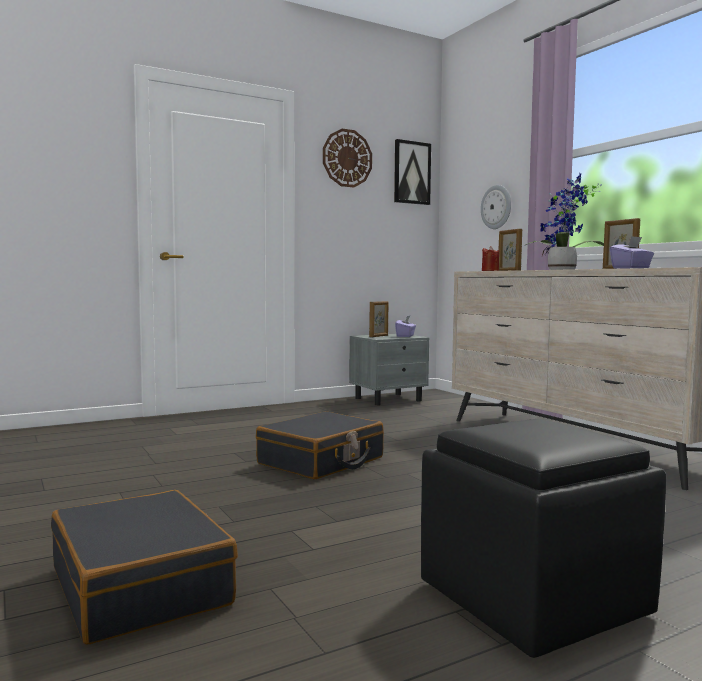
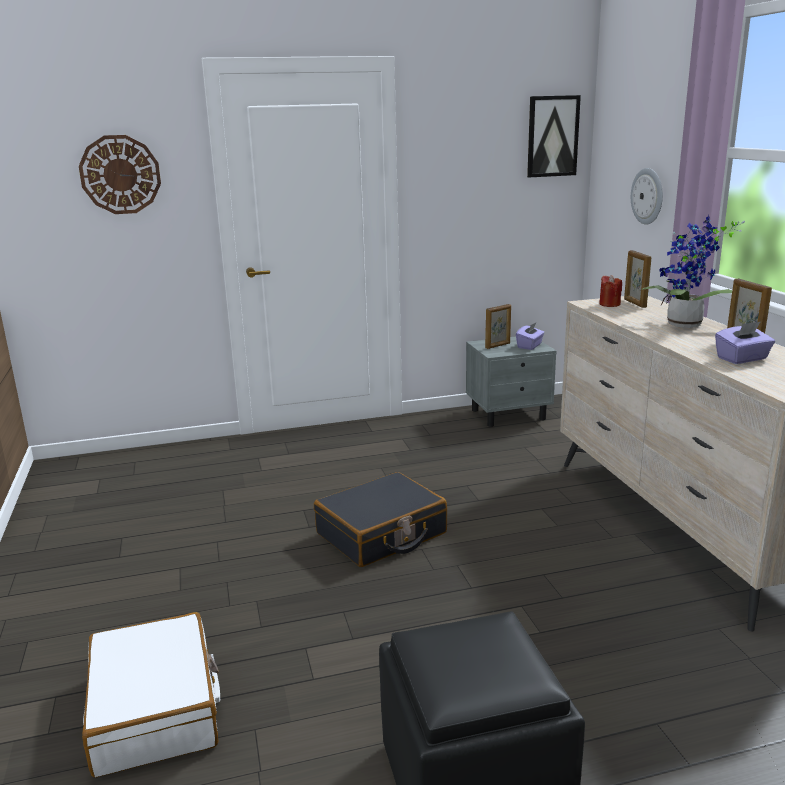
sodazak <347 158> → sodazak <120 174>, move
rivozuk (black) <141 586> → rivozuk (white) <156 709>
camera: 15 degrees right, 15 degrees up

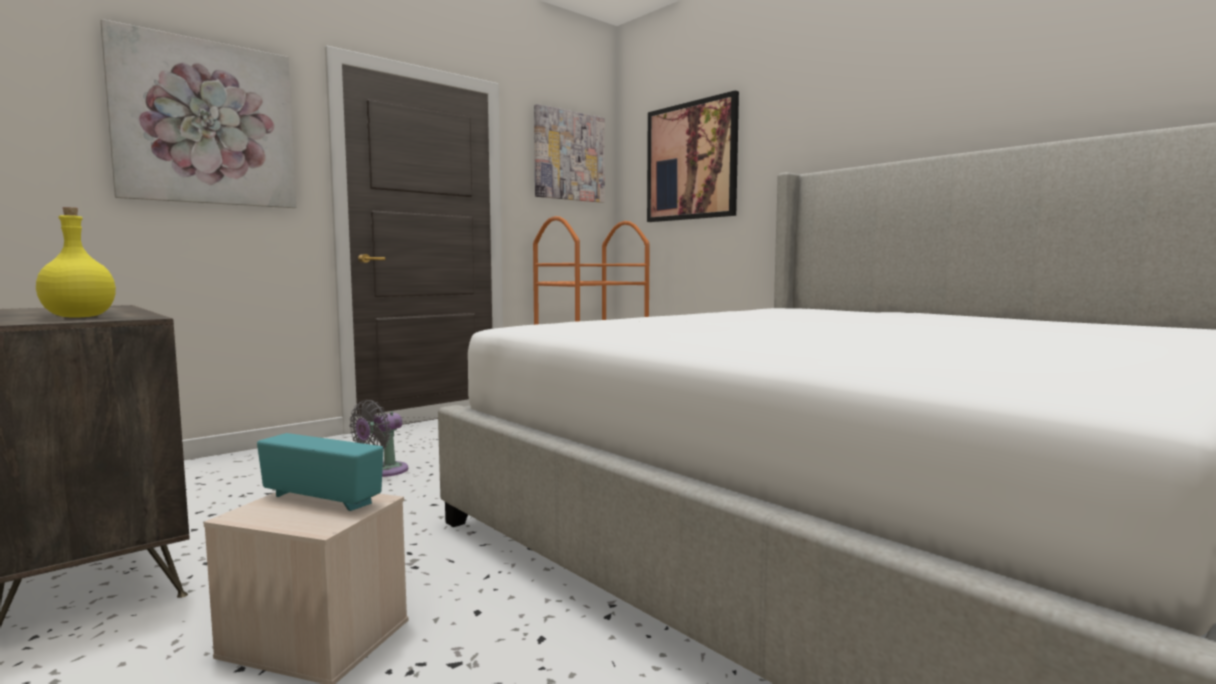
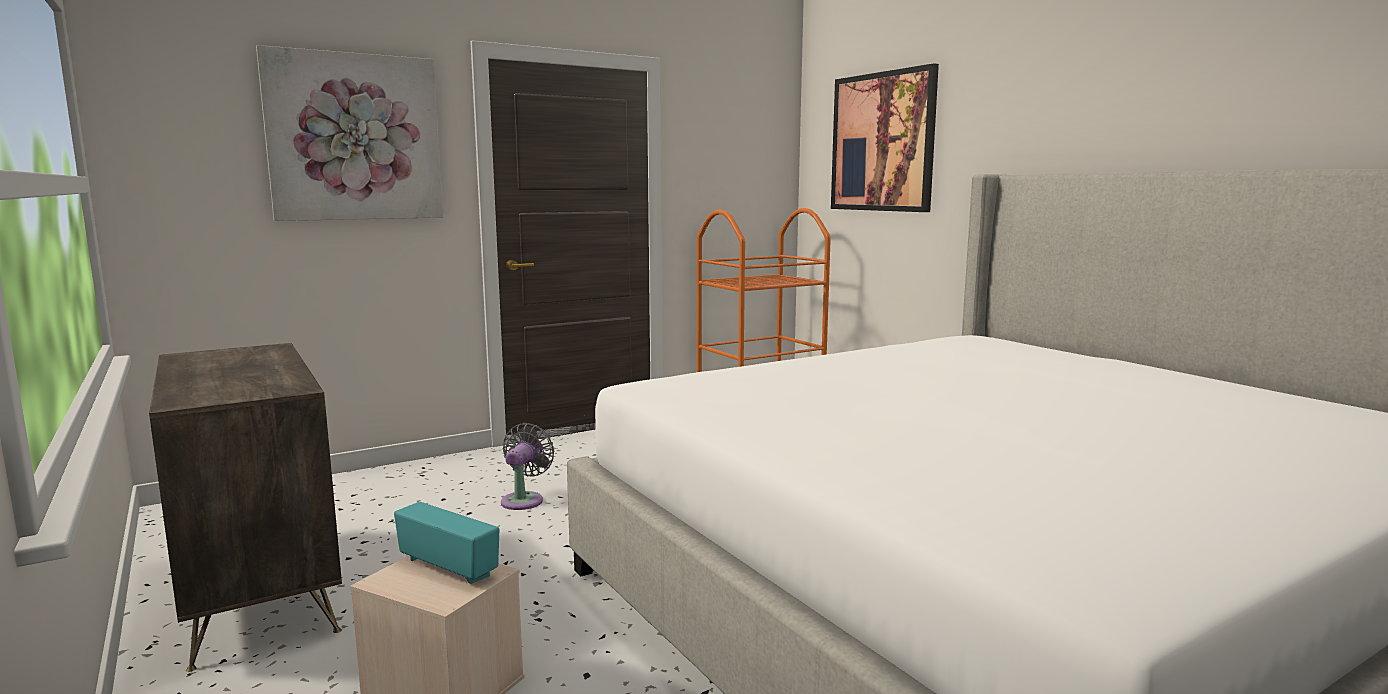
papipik <569 156> → -
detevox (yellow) <81 317> → -
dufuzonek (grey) <382 471> → dufuzonek (grey) <524 500>, 150 degrees clockwise
camera: 10 degrees right, 5 degrees up

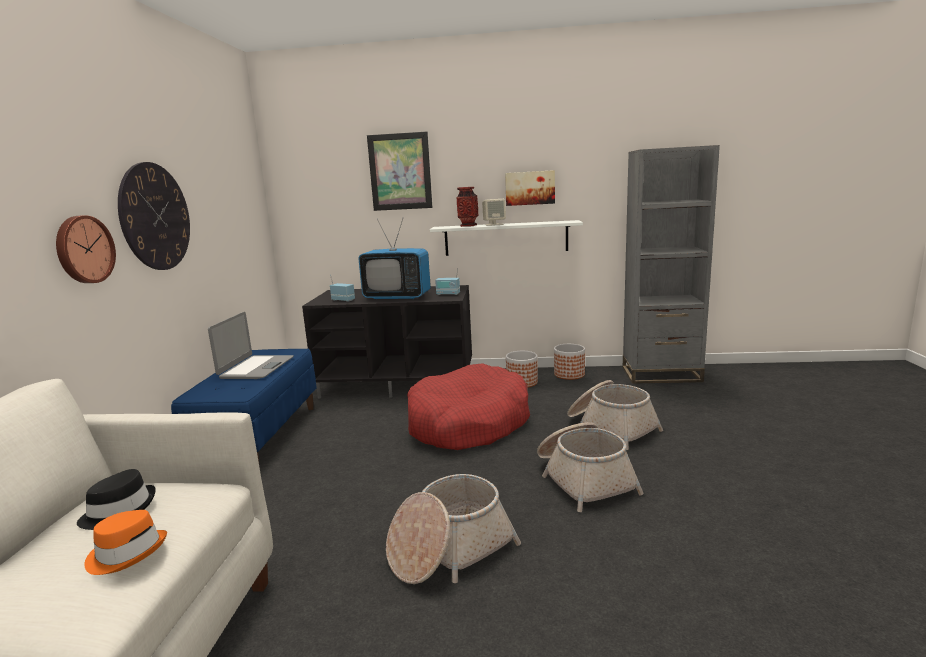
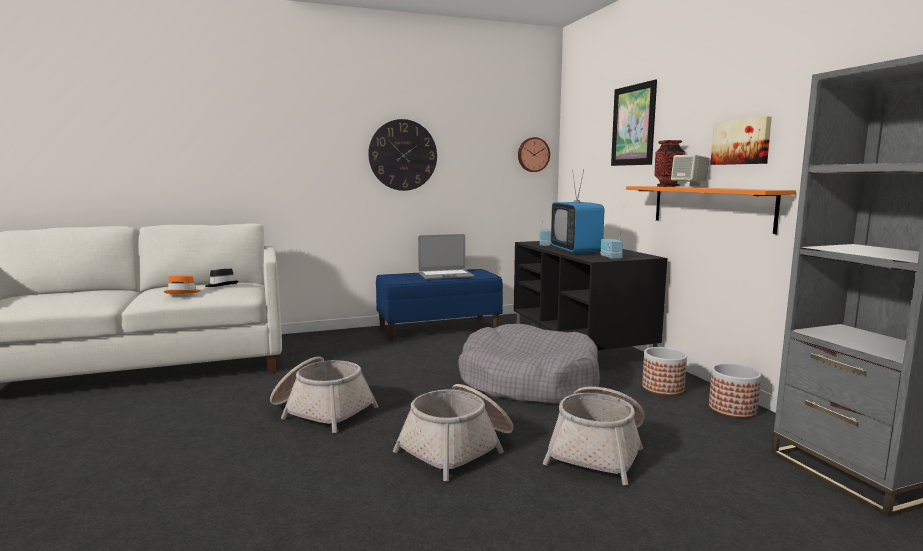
sodazak <83 249> → sodazak <533 154>, move
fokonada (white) <506 238> → fokonada (orange) <710 207>
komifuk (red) <468 423> → komifuk (grey) <528 382>
camera: 65 degrees right, 5 degrees down

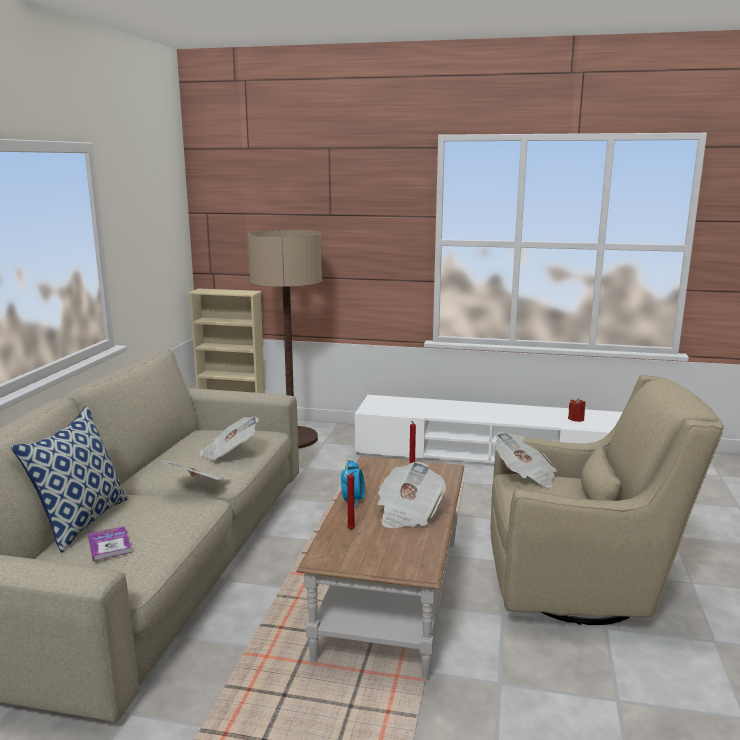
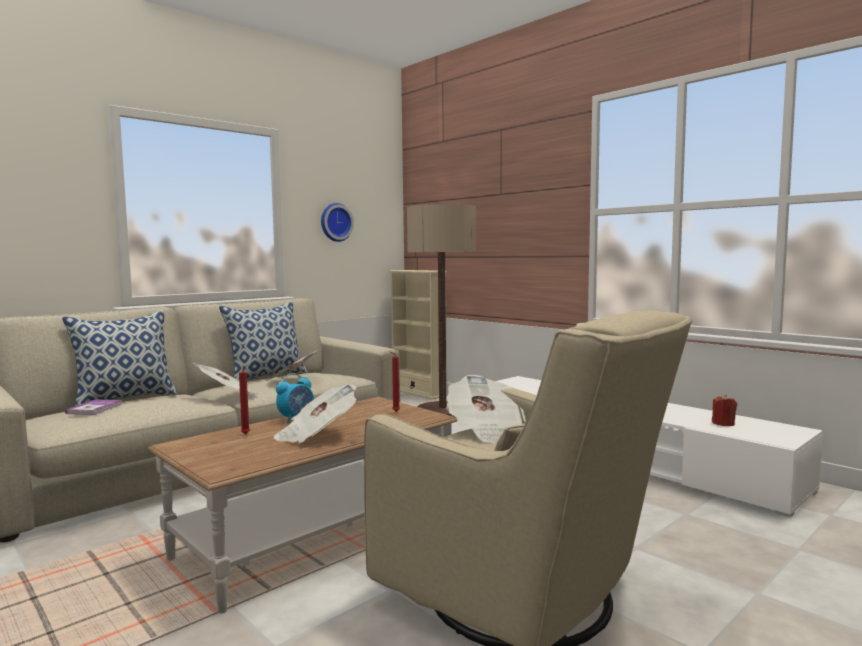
- → sodazak <335 222>
- → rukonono <267 377>
camera: 35 degrees right, 10 degrees down

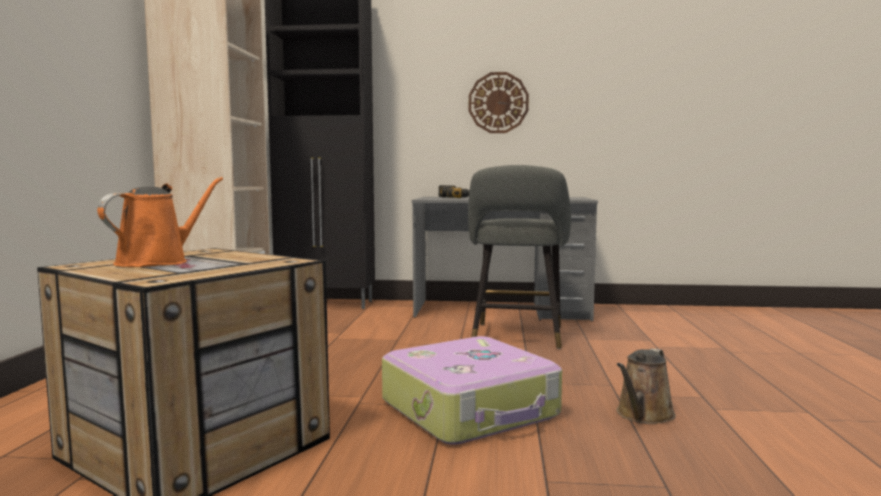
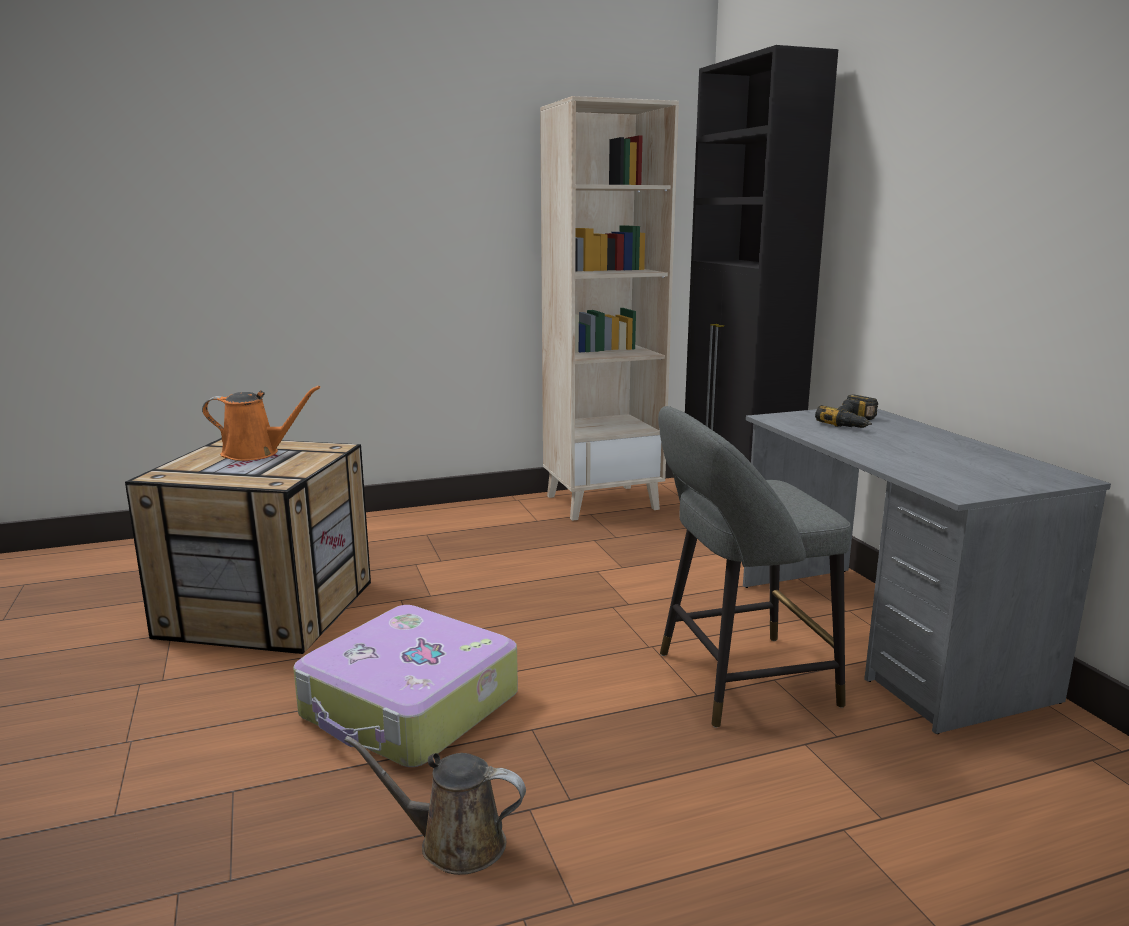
sodazak <498 103> → -
camera: 65 degrees right, 10 degrees up

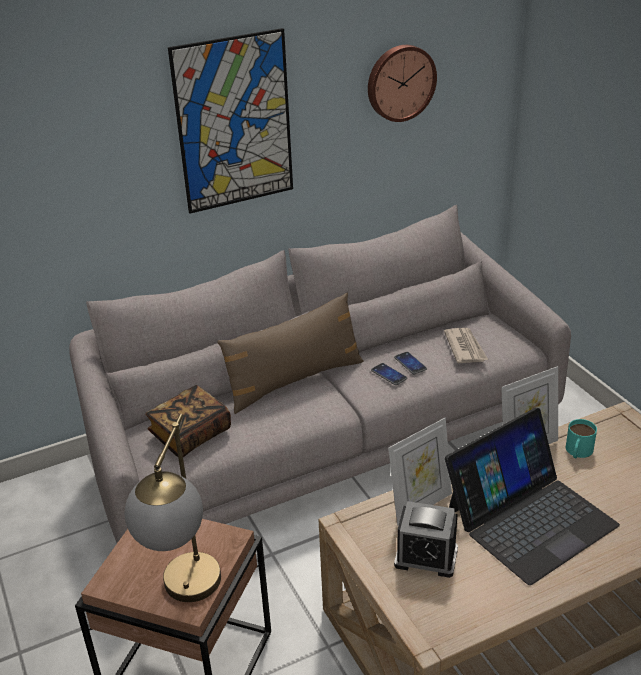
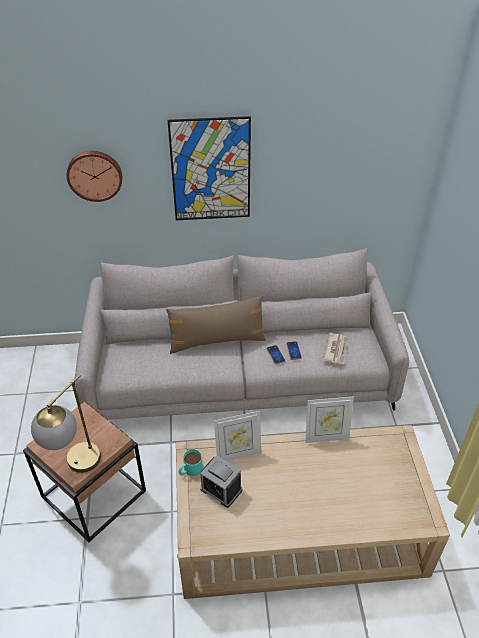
sodazak <400 82> → sodazak <95 175>, move
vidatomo <190 434> → -
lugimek <529 518> → -
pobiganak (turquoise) <577 452> → pobiganak (turquoise) <190 470>, move
camera: 20 degrees right, 10 degrees up

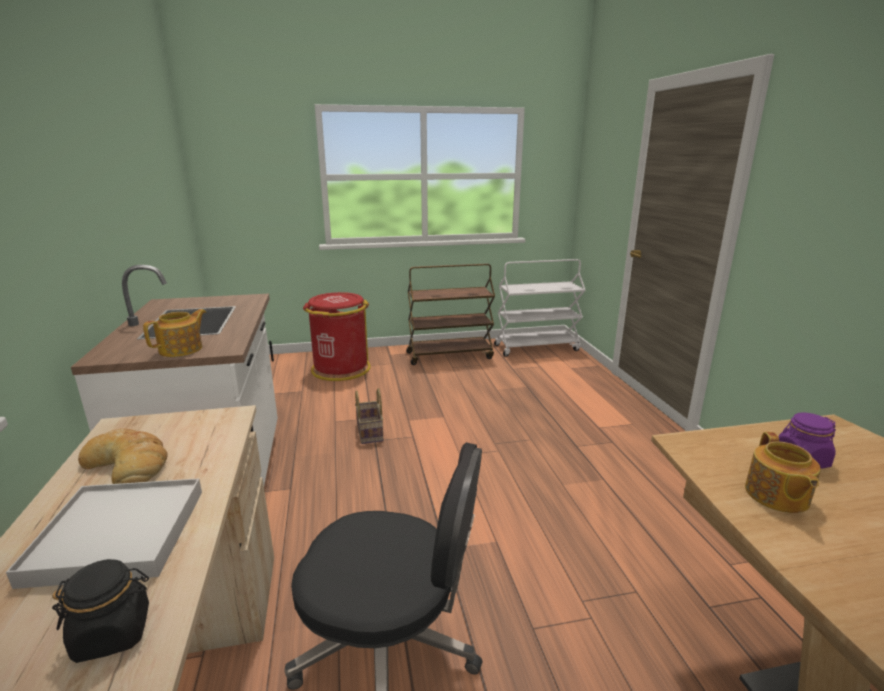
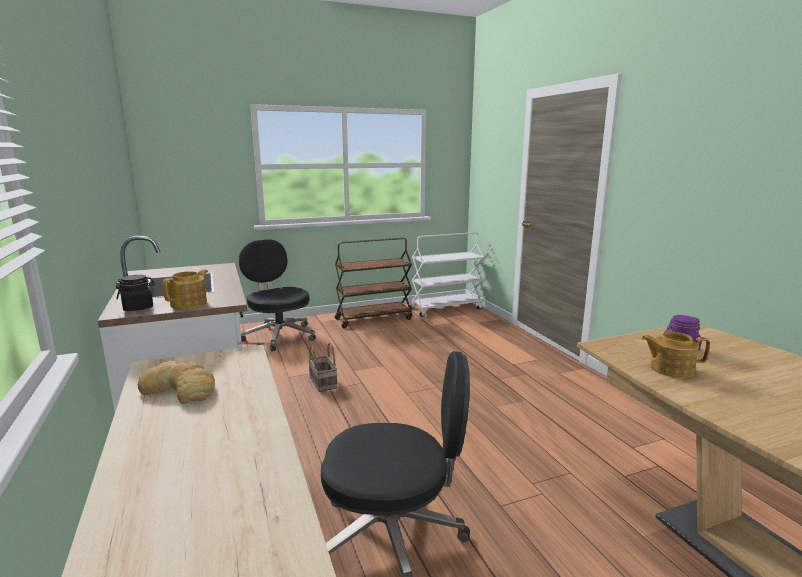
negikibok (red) <340 369> → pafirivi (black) <279 335>
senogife <776 496> → senogife <670 369>, 105 degrees clockwise
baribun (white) <118 534> → -
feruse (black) <113 633> → feruse (black) <138 307>, move
camera: 10 degrees left, 5 degrees down

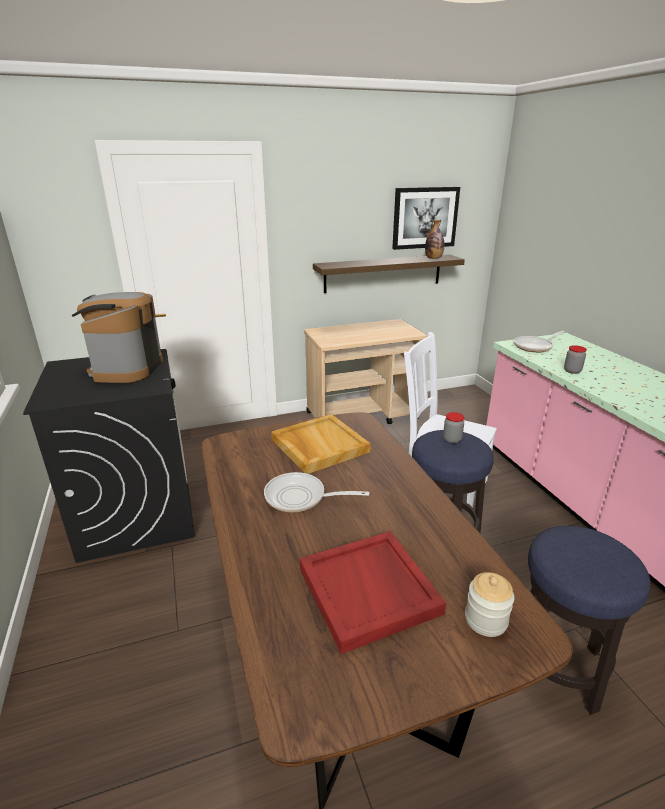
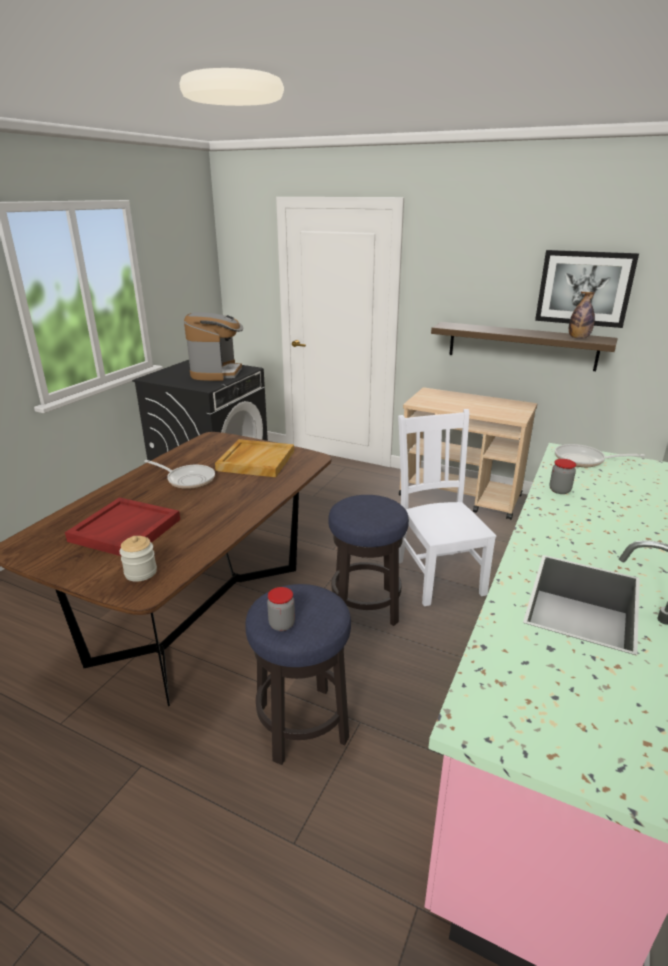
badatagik <126 369> → badatagik <217 373>, 135 degrees clockwise
feruse <452 439> → feruse <282 624>, move
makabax <300 498> → makabax <188 479>, 150 degrees clockwise
camera: 45 degrees right, 0 degrees up

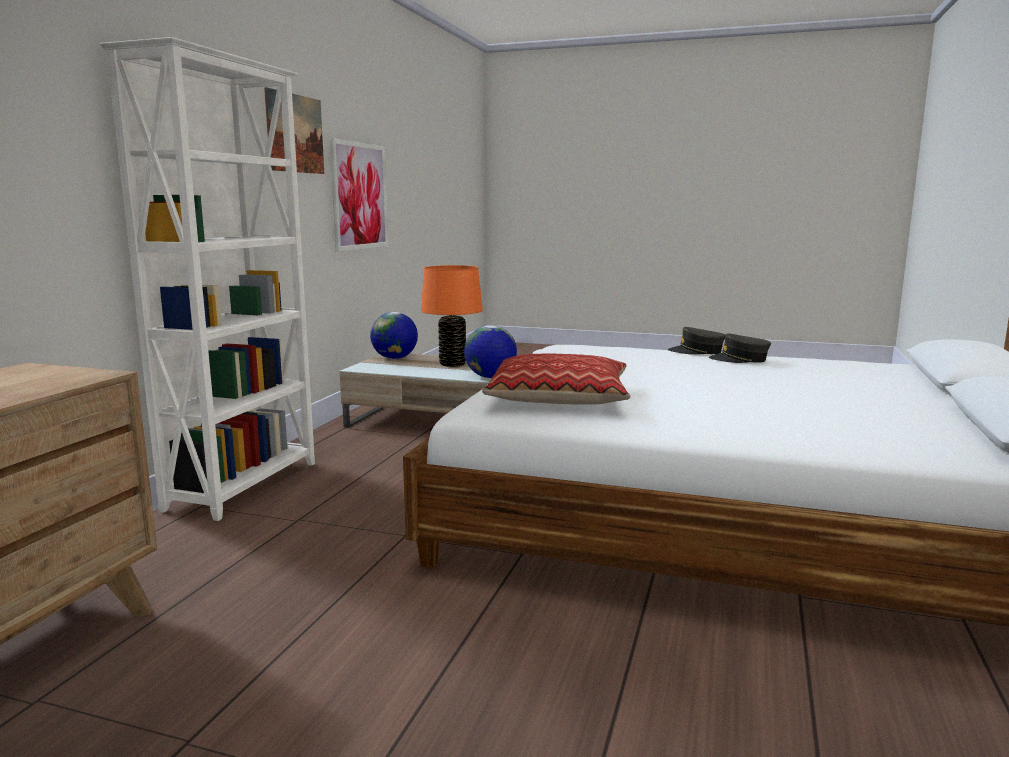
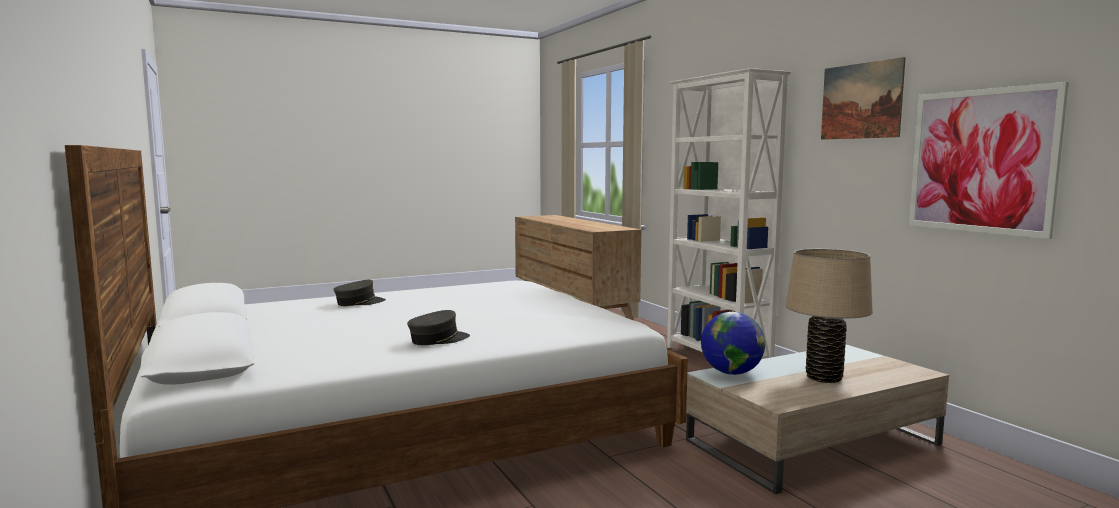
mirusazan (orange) <452 364> → mirusazan (beige) <824 378>
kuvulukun <394 358> → -
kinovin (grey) <697 351> → kinovin (grey) <359 302>, move
rukonono <559 398> → -
camera: 135 degrees right, 5 degrees down

